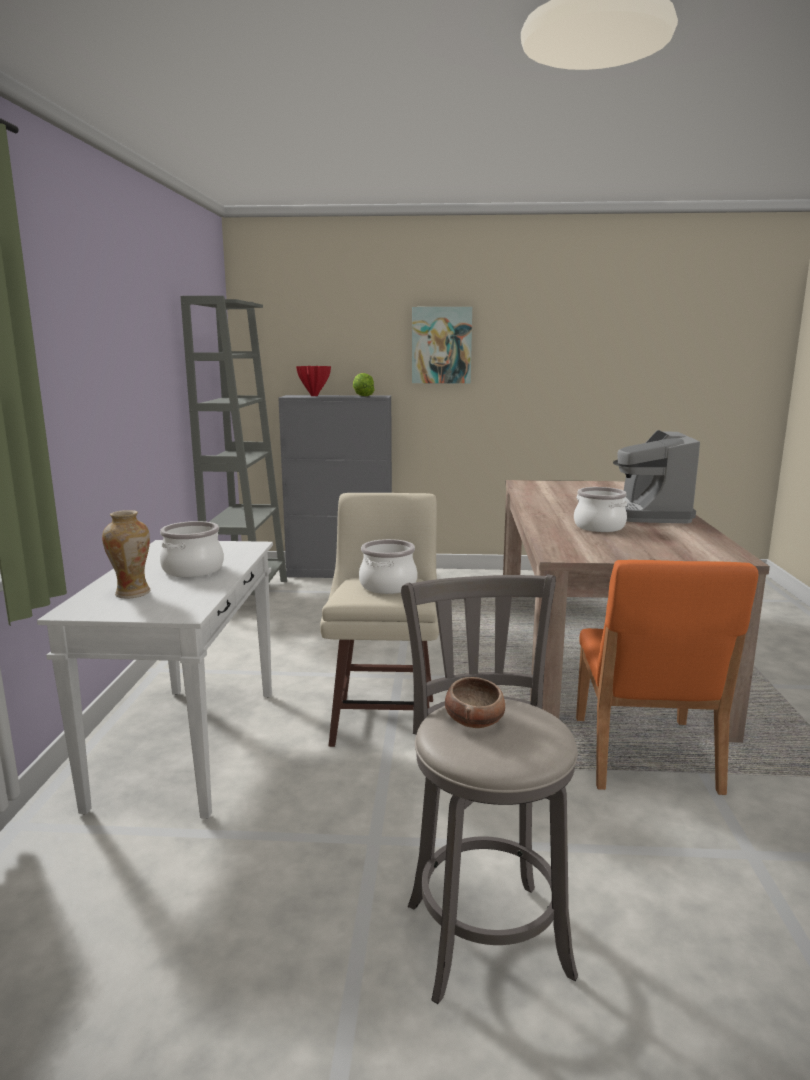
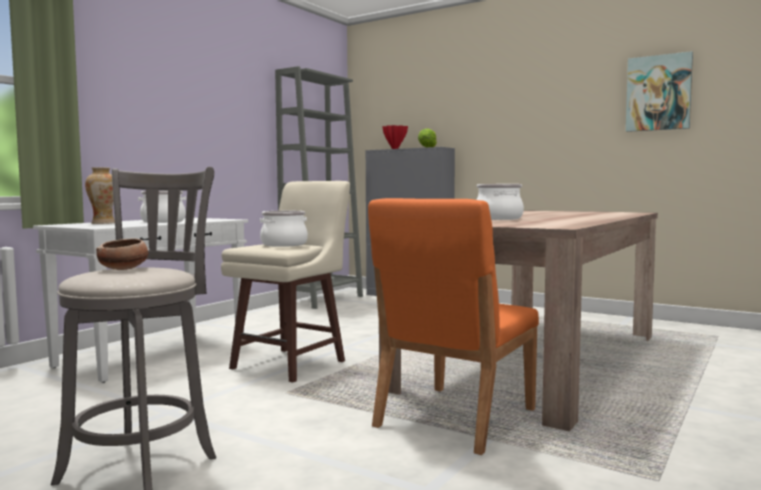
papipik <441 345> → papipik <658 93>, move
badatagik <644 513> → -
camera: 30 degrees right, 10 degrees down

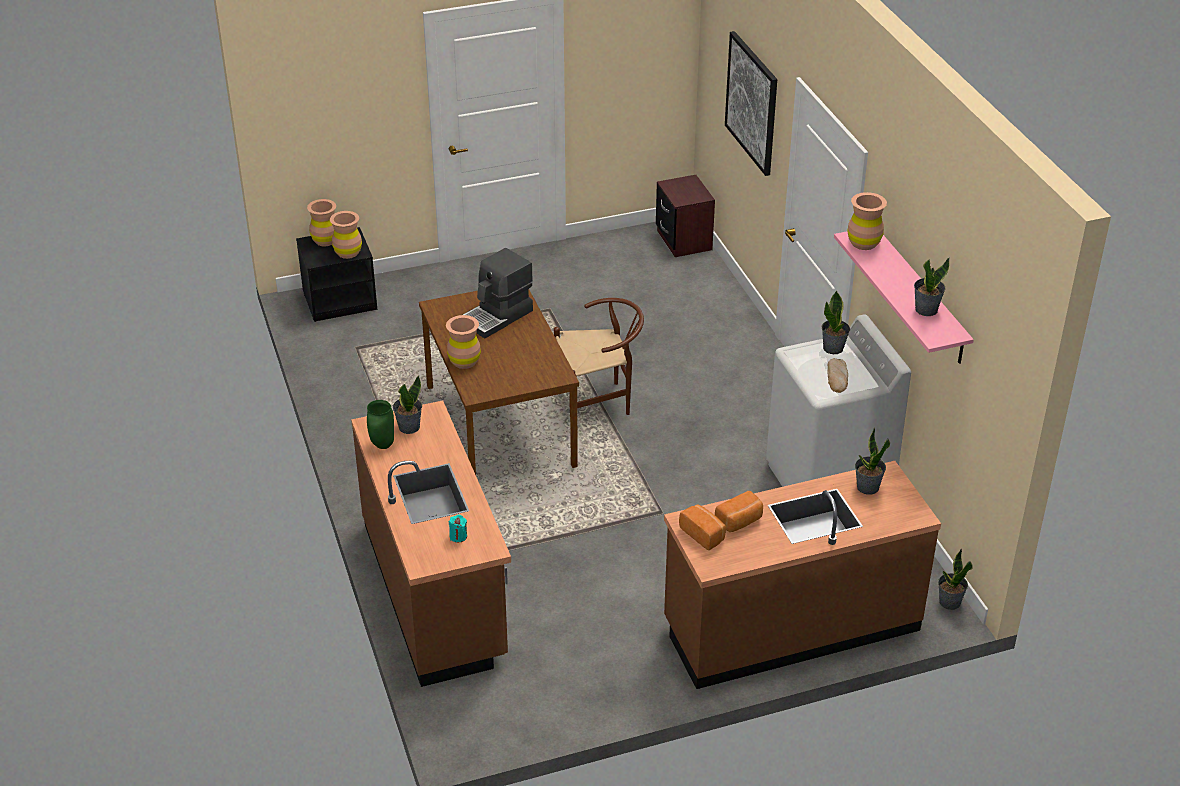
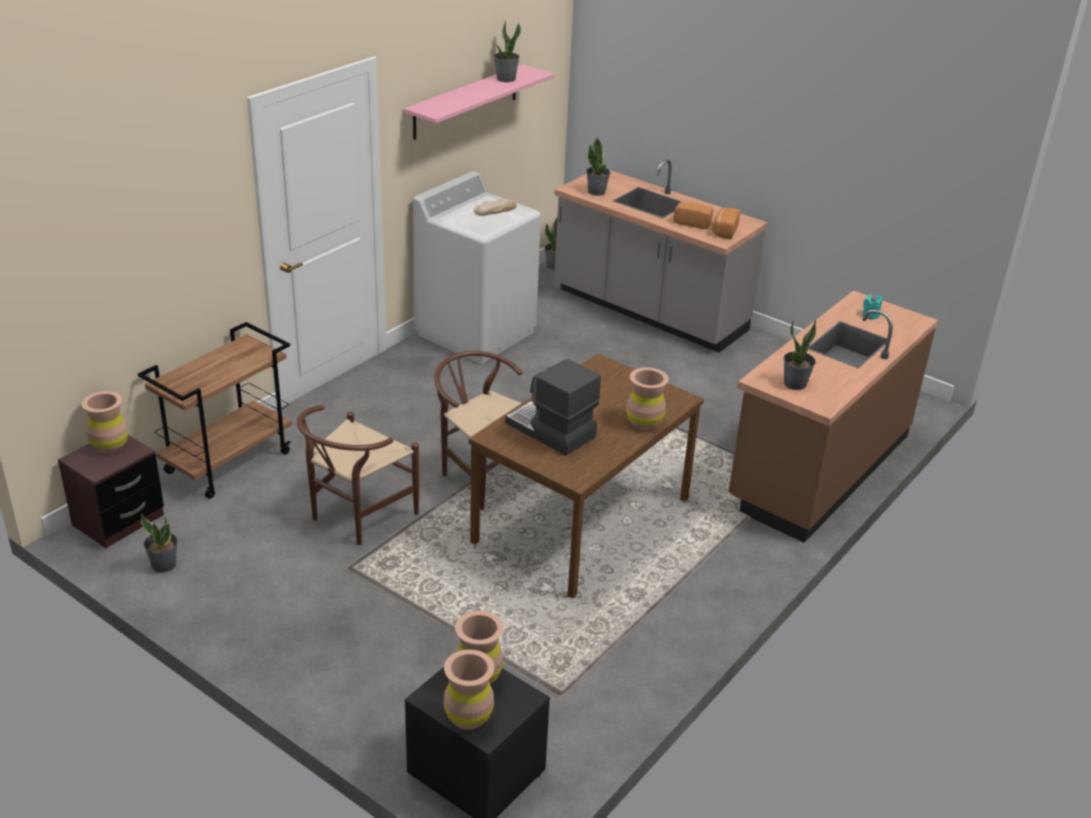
papipik <752 102> → -
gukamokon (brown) <864 243> → gukamokon (brown) <110 445>, move
badatagik <497 316> → badatagik <550 431>, 150 degrees counterclockwise
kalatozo <833 348> → kalatozo <164 564>, move
gukamokon (green) <383 445> → -
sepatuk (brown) <791 626> → sepatuk (grey) <648 312>
- → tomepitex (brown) <229 462>
- → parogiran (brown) <356 517>
camera: 125 degrees left, 5 degrees down

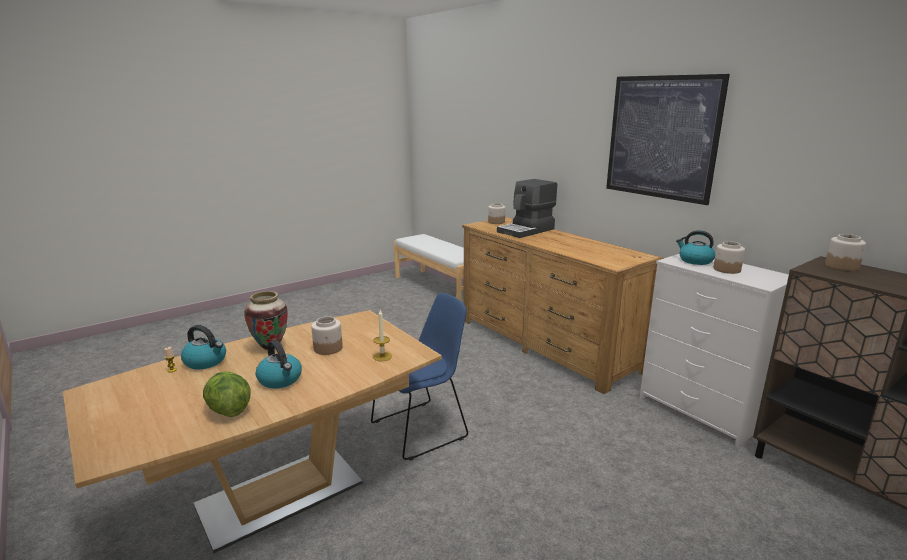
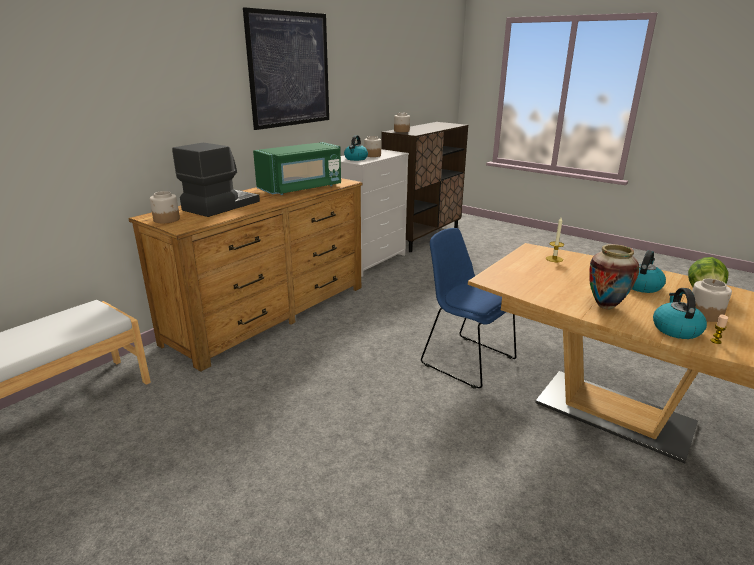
badatagik <527 230> → badatagik <220 206>, 90 degrees counterclockwise
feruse <328 348> → feruse <704 314>, move
- → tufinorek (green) <301 188>
camera: 105 degrees left, 5 degrees up

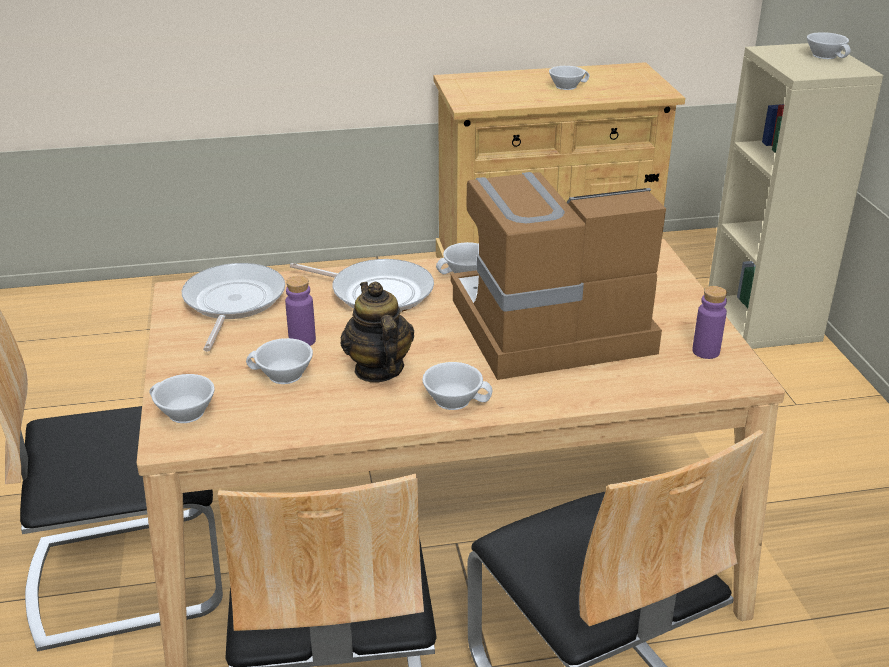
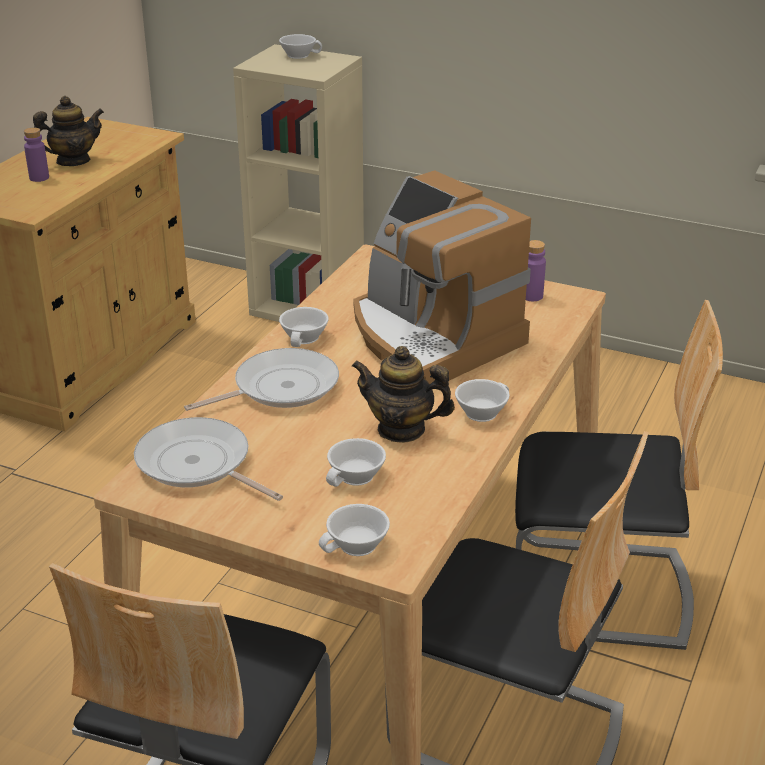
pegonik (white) <566 86> → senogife <73 161>
badatagik <548 328> → badatagik <431 338>, 60 degrees counterclockwise
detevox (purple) <302 341> → detevox (purple) <39 178>, move
camera: 55 degrees left, 0 degrees up

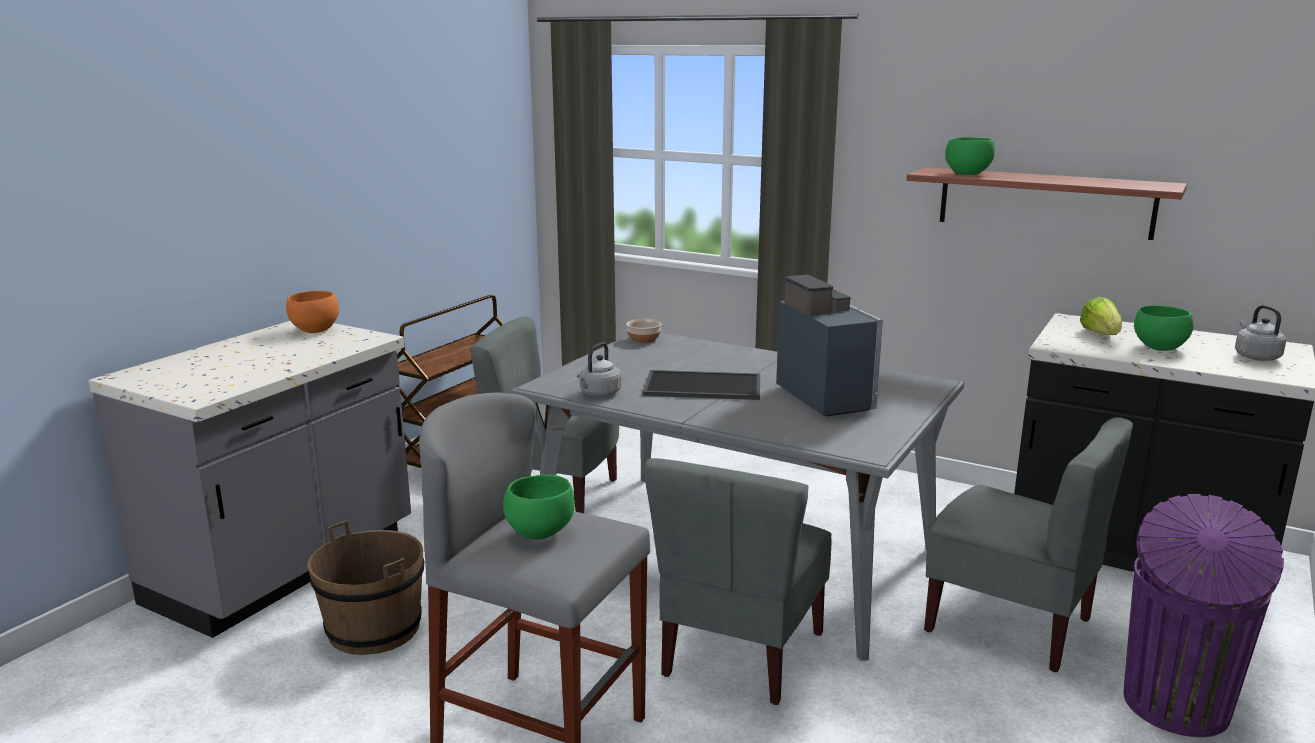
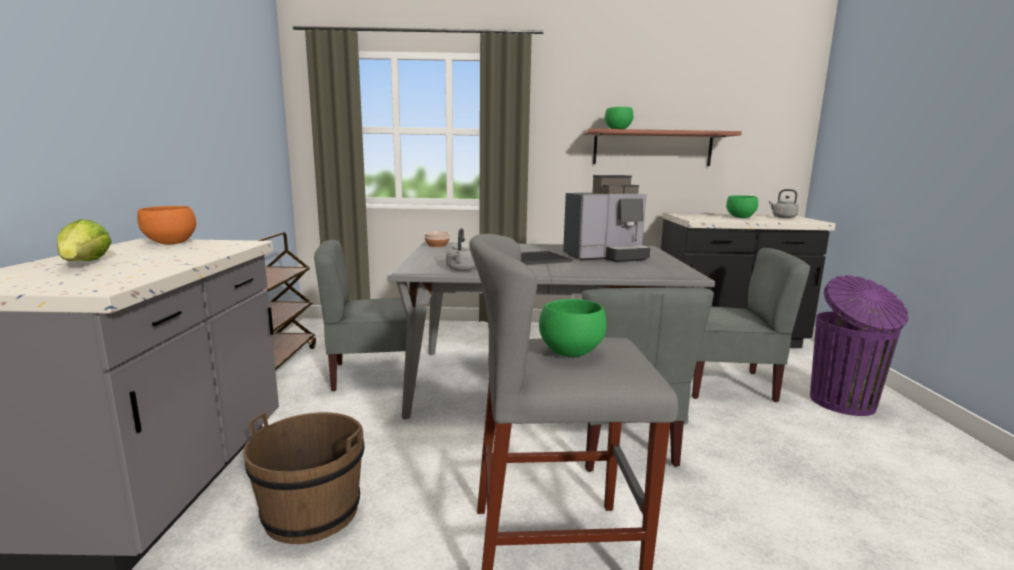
badatagik <828 396> → badatagik <606 257>, 120 degrees clockwise
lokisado <1101 335> → lokisado <85 264>, move
camera: 30 degrees left, 5 degrees down

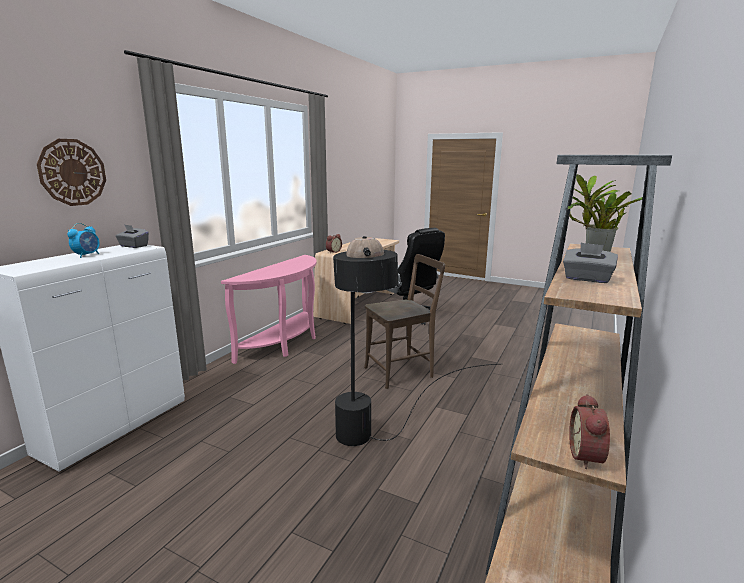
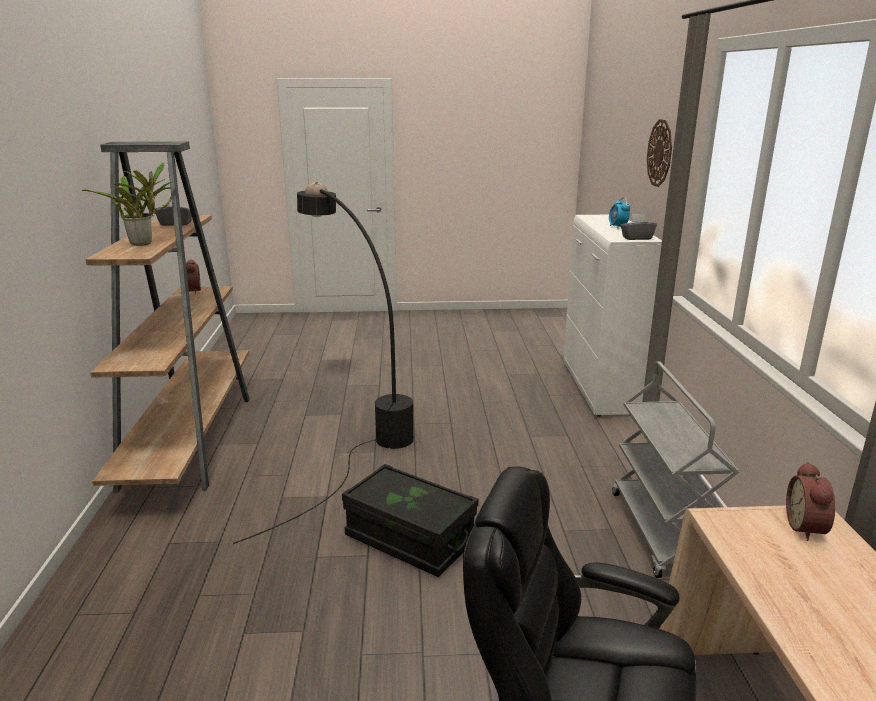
parogiran (brown) <402 371> → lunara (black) <410 539>
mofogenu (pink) <285 344> → tomepitex (grey) <662 533>
camera: 150 degrees right, 5 degrees up

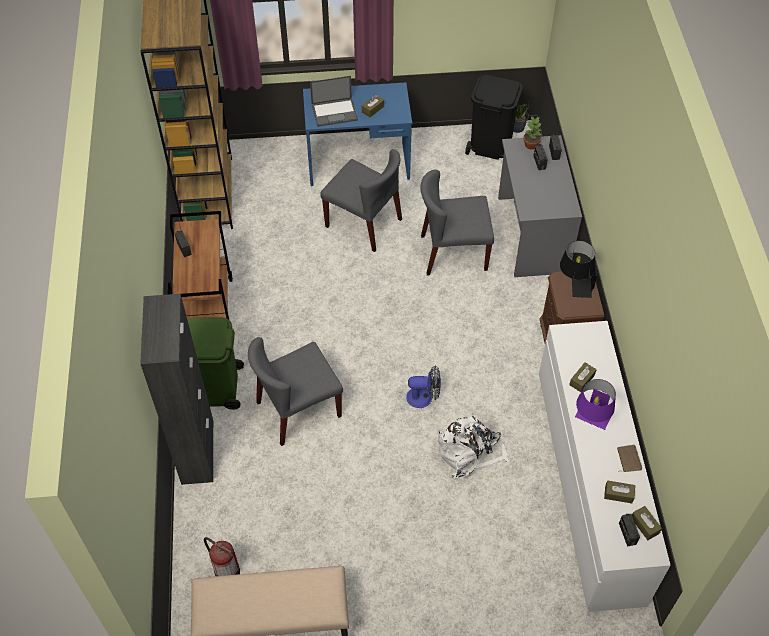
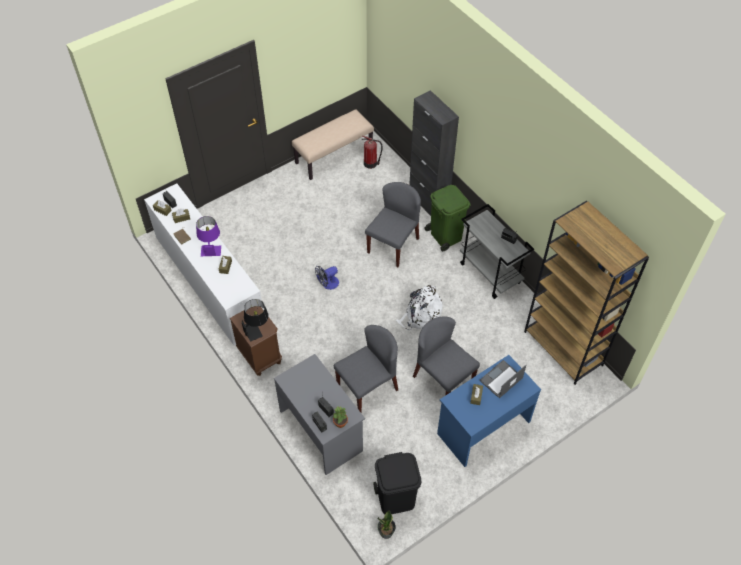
parogiran (grey) <364 223> → parogiran (grey) <443 379>, 45 degrees clockwise
tomepitex (brown) <207 310> → tomepitex (grey) <490 273>
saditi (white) <469 452> → saditi (white) <420 315>, move
camera: 150 degrees right, 0 degrees up

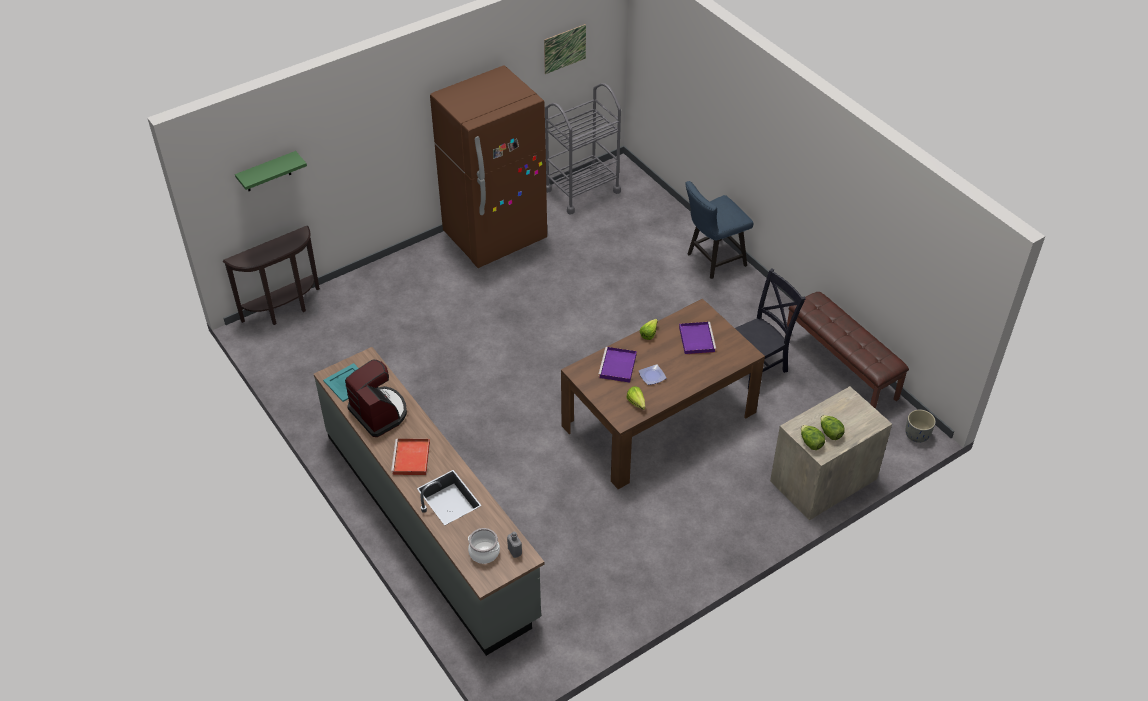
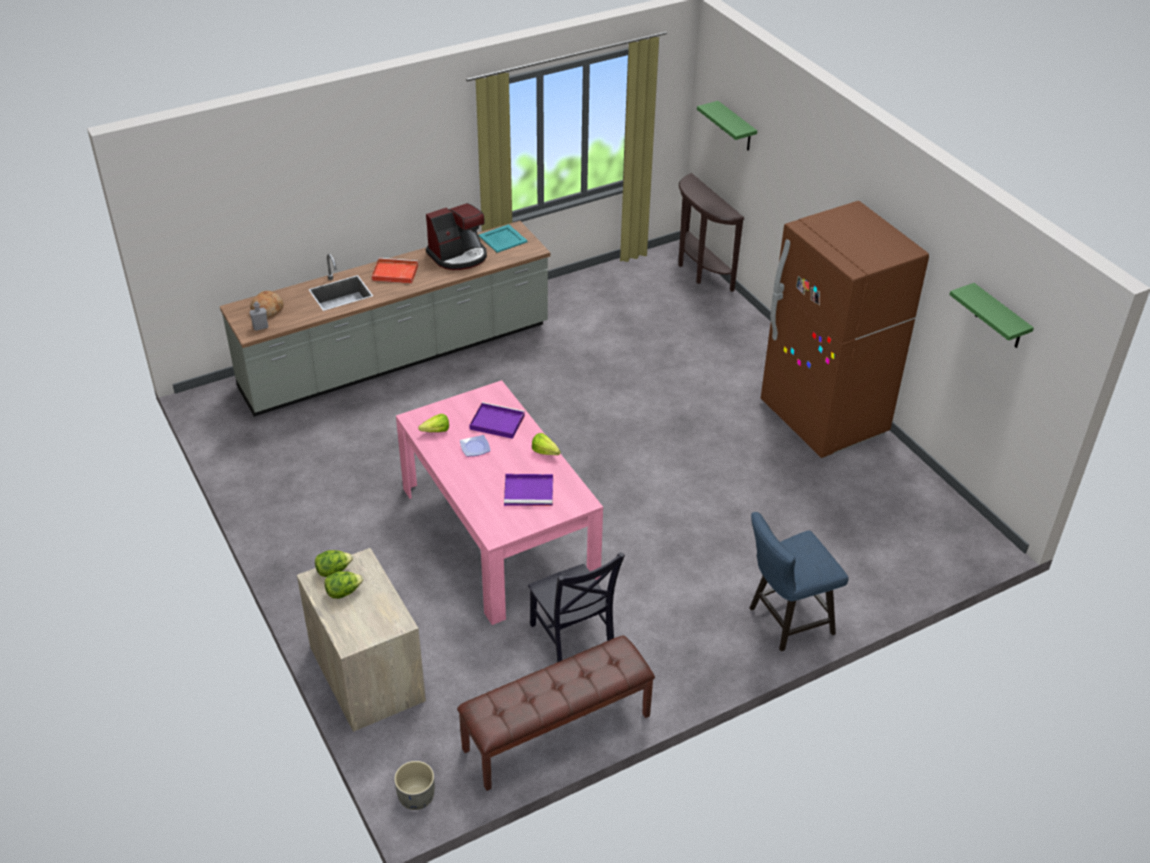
papipik <564 49> → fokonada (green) <999 318>
tomepitex (grey) <582 190> → -
parogiran (blue) <712 261> → parogiran (blue) <785 622>, 90 degrees counterclockwise
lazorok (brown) <659 419> → lazorok (pink) <498 533>
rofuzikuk <484 552> → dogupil <267 310>
camera: 95 degrees right, 5 degrees down

